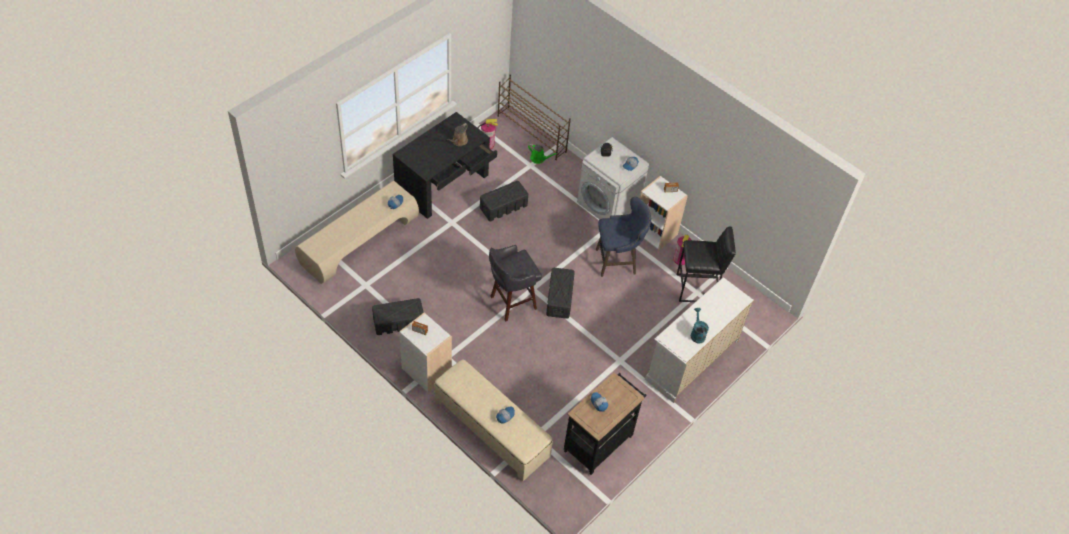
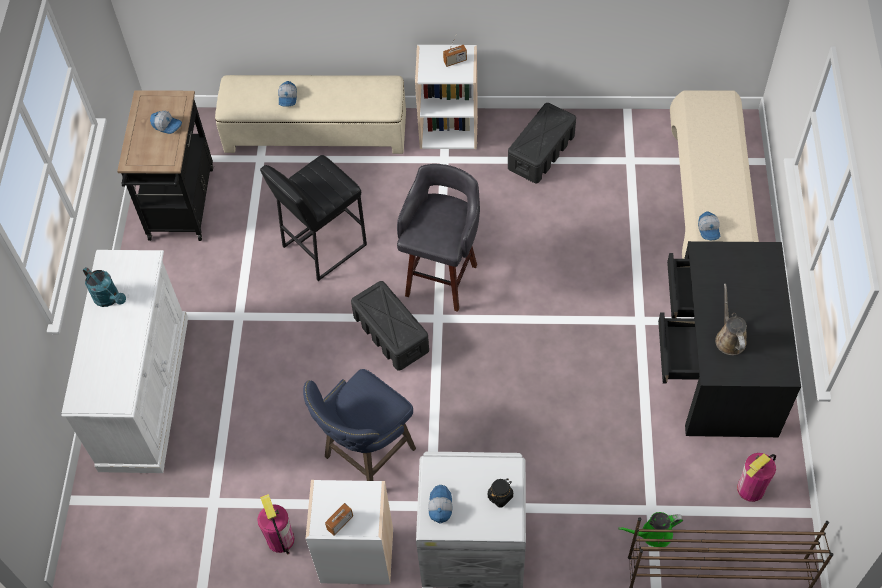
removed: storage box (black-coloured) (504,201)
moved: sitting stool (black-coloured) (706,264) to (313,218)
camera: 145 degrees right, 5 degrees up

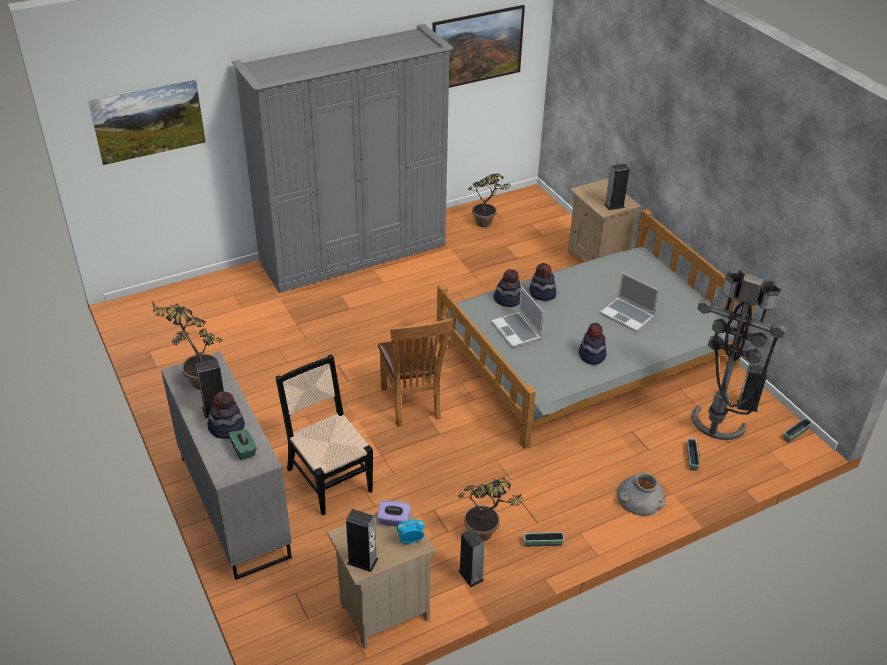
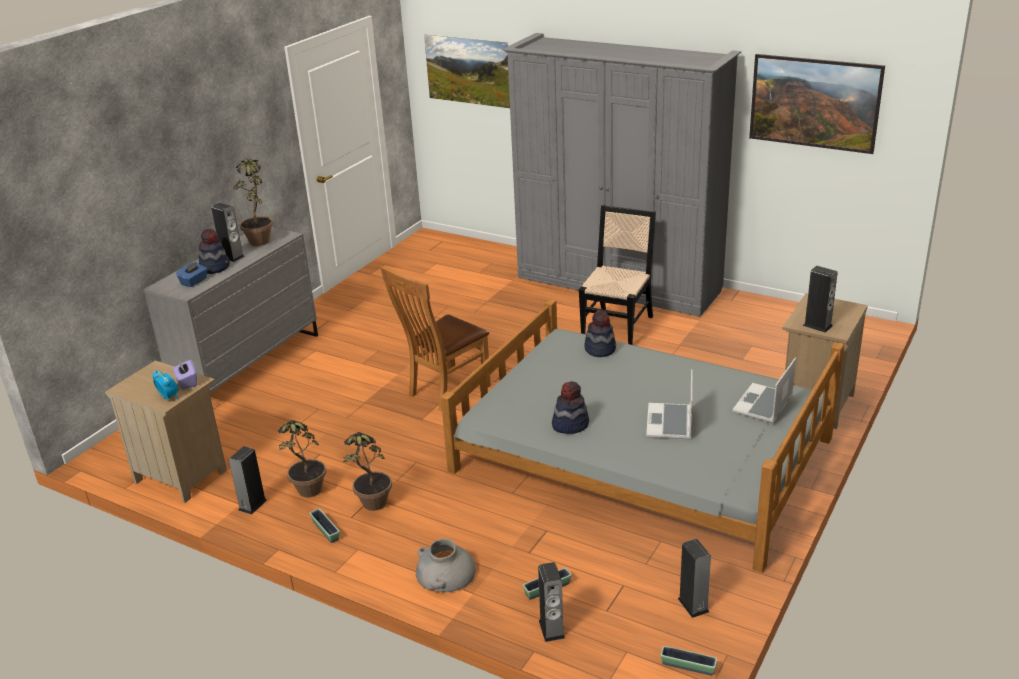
removed: wearable hat (542,282); floor lamp (gray) (738,355)
moved: houseplant (489,200) to (367,471); loudspeaker (362,540) to (551,602); chair (324,434) to (617,275); portable computer (517,317) to (764,390)
recoloured: box of tissues (green-coloured) (242,444) to box of tissues (blue) (192,274)
camera: 60 degrees right, 10 degrees down

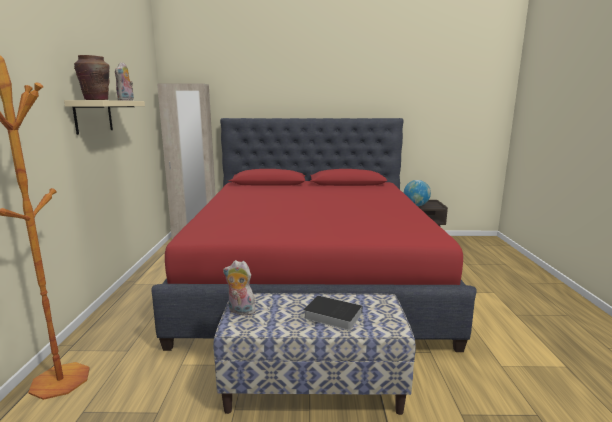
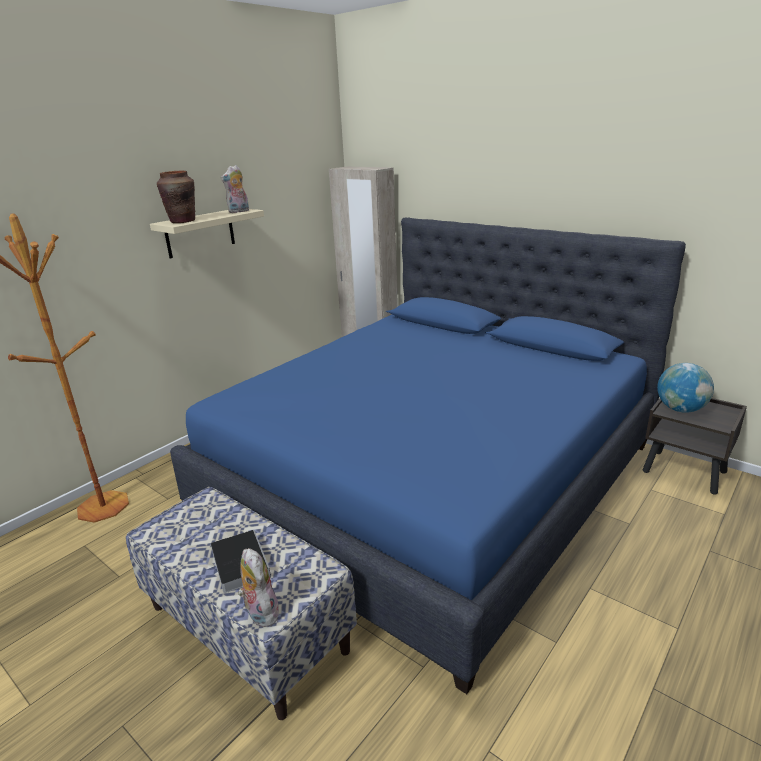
moved: plush toy (239,288) to (258,587)
recoloured: bedroom bed (reddish) (314,235) to bedroom bed (blue) (428,456)
camera: 40 degrees right, 10 degrees up

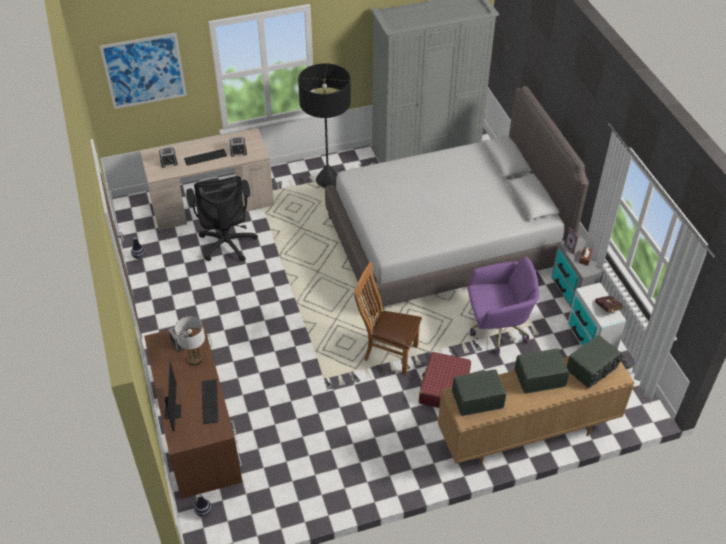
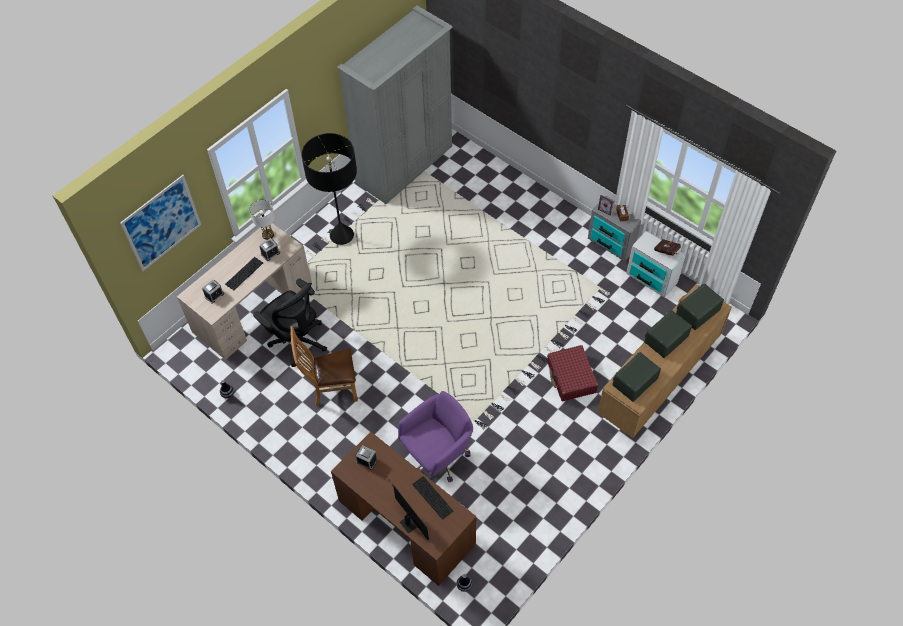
removed: bedroom bed (gray) (457,201)
moved: lamp for a table (189,341) to (262,219); chair (brownish) (388,318) to (324,366); computer chair (purple-coloured) (503,305) to (435,436)
turned: radio receiver (594,362) = (700,306) 150 degrees counterclockwise
camera: 30 degrees left, 10 degrees up

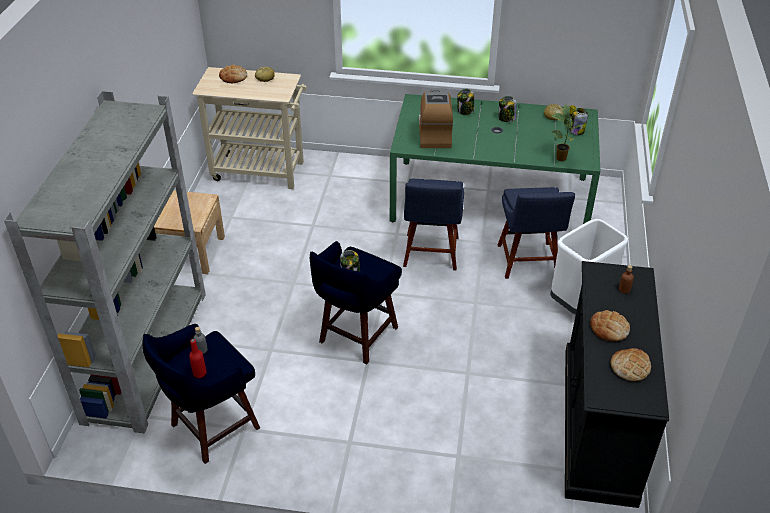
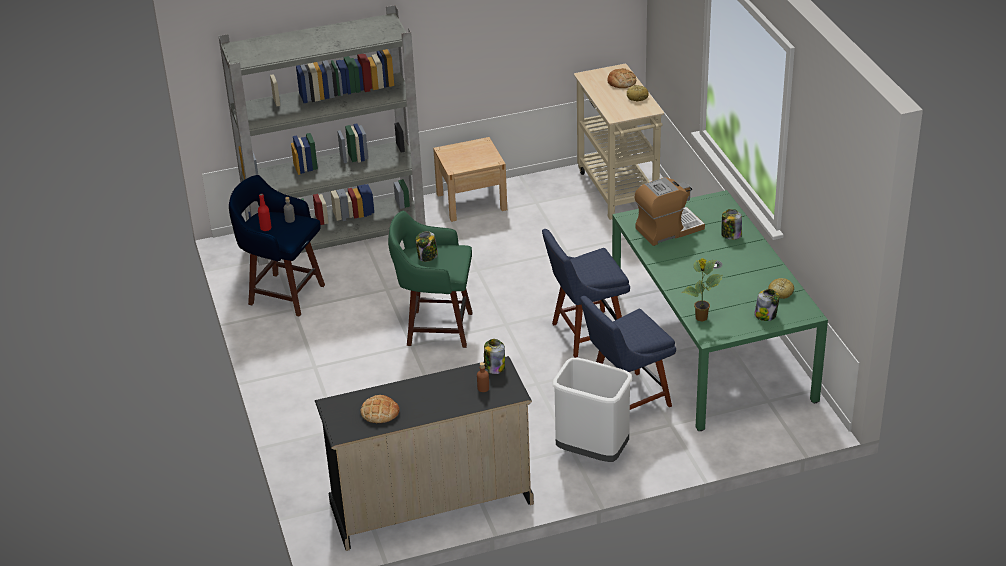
removed: bakery bread (610,325)
moved: preserve jar (508,109) to (494,356)
recoloured: sitting stool (blue) (356,303) to sitting stool (green-coloured) (430,279)
camera: 65 degrees right, 5 degrees down

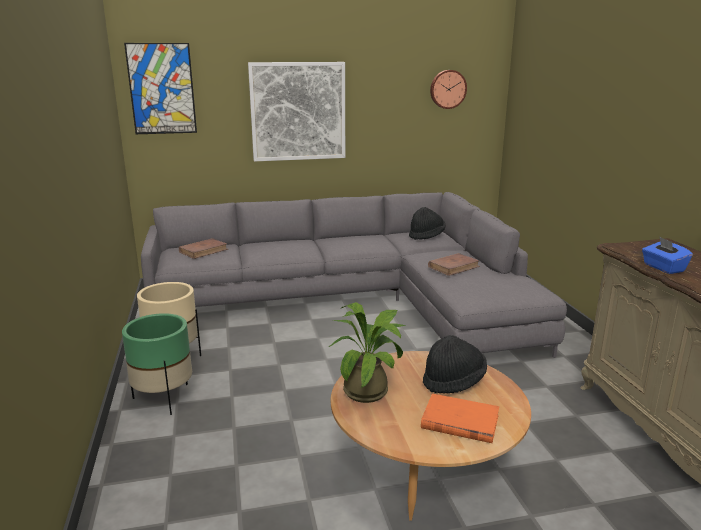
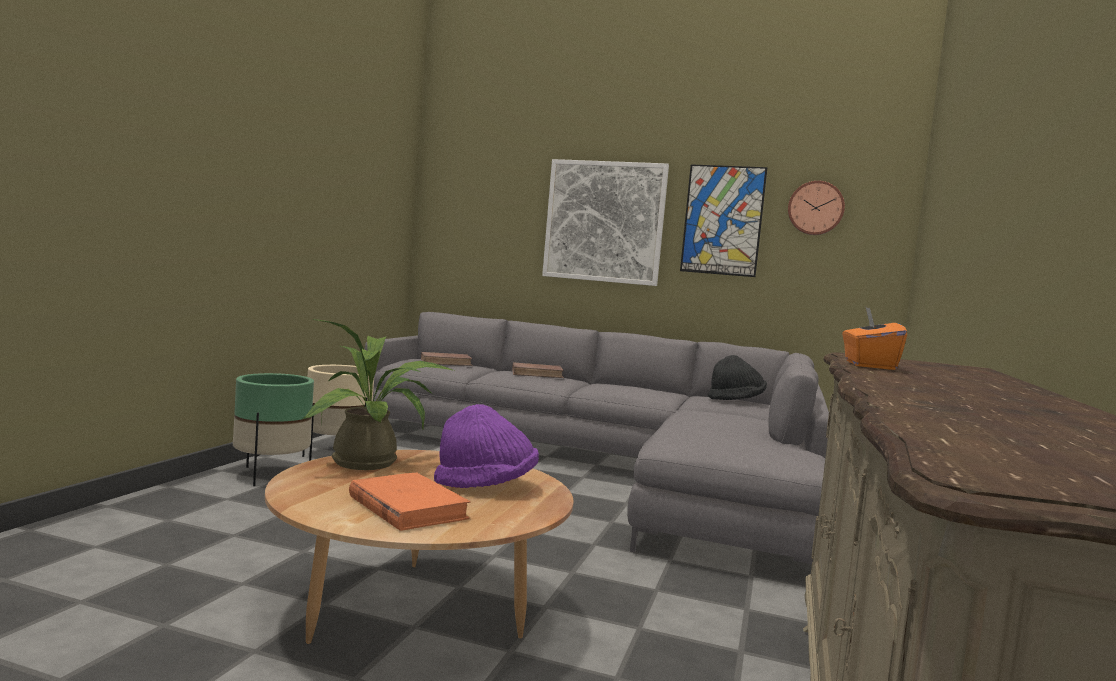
moved: bound book (brownish) (454,264) to (538,370); wall picture (160,88) to (723,220)
recoloured: wearable hat (black-coloured) (455,364) to wearable hat (purple-coloured) (486,446); box of tissues (blue) (667,255) to box of tissues (orange) (874,339)
camera: 30 degrees right, 15 degrees down

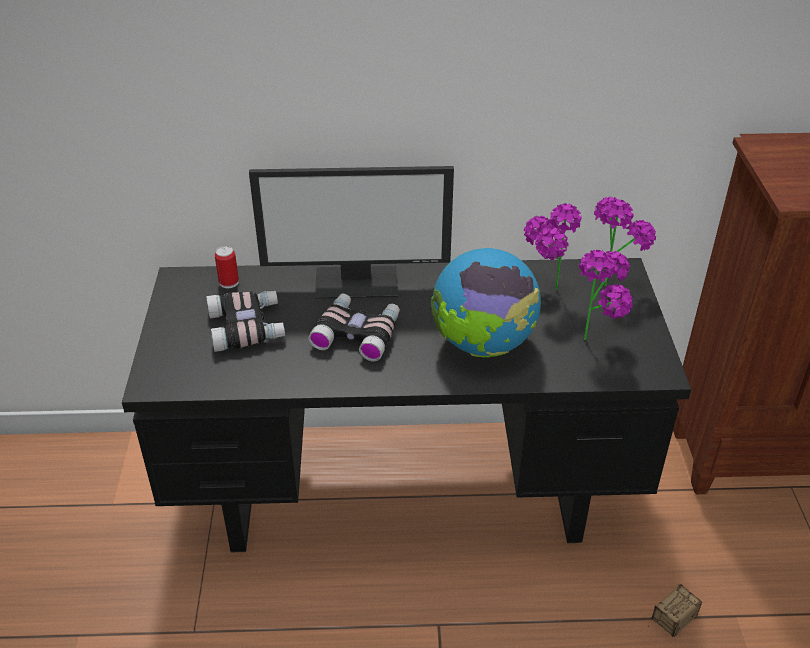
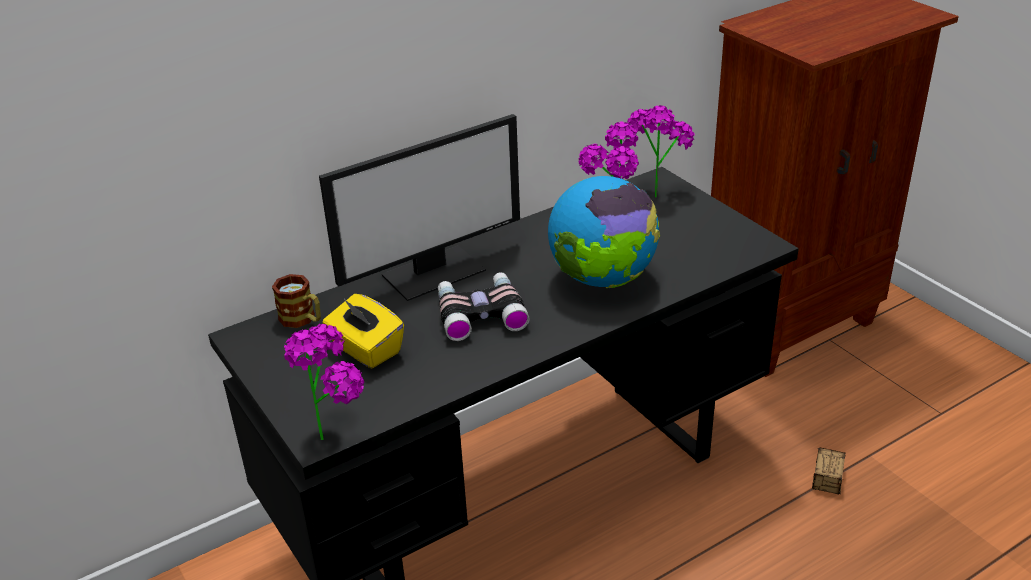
moved: houseplant (606,295) to (324,382)
replaced: sealed can (227,267) to coffee mug (296,301); field glasses (245,321) to box of tissues (yellowish) (363,331)
camera: 30 degrees left, 5 degrees down

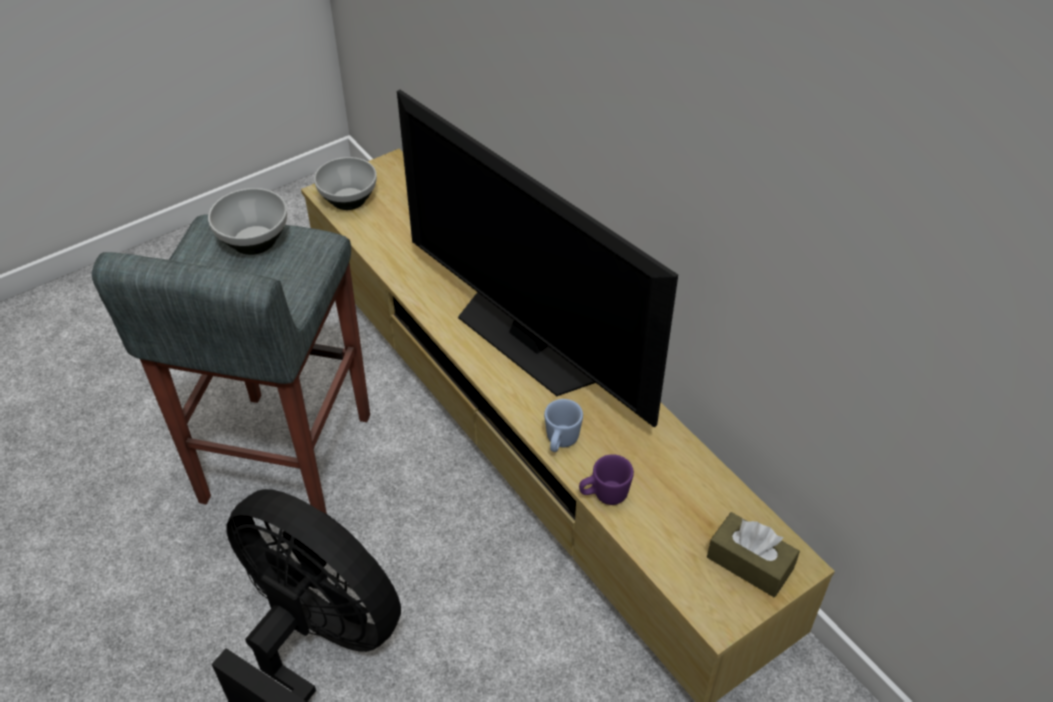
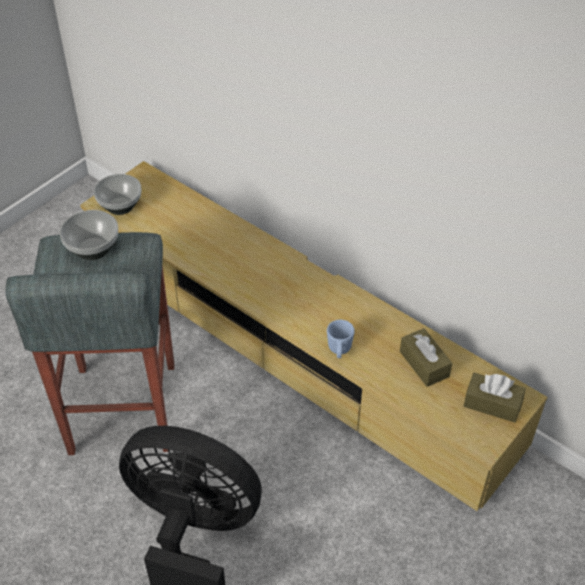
removed: TV (537,259); coffee mug (purple-coloured) (606,479)
added: box of tissues (brownish) (426,357)
camera: 15 degrees left, 0 degrees up

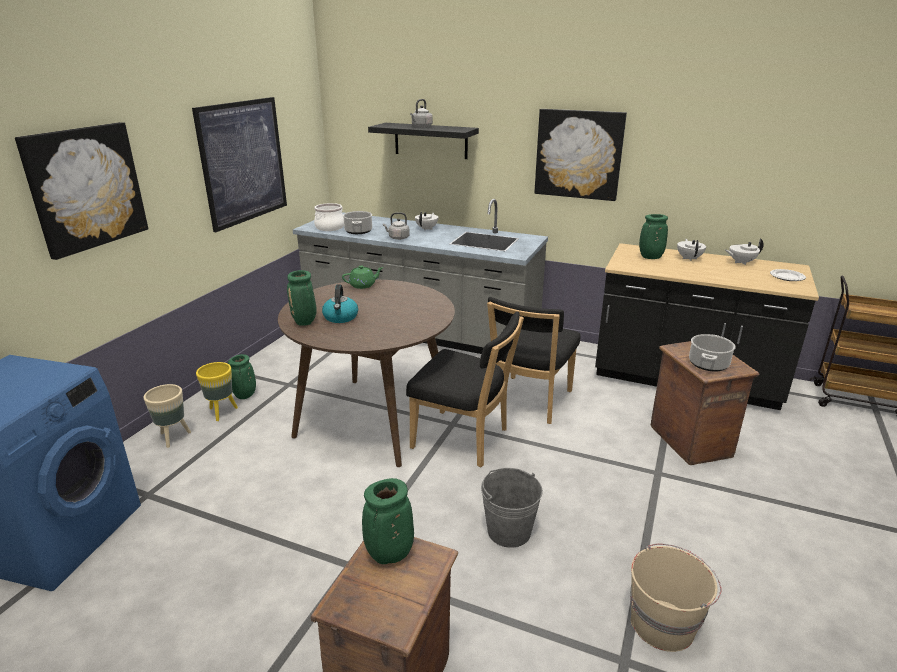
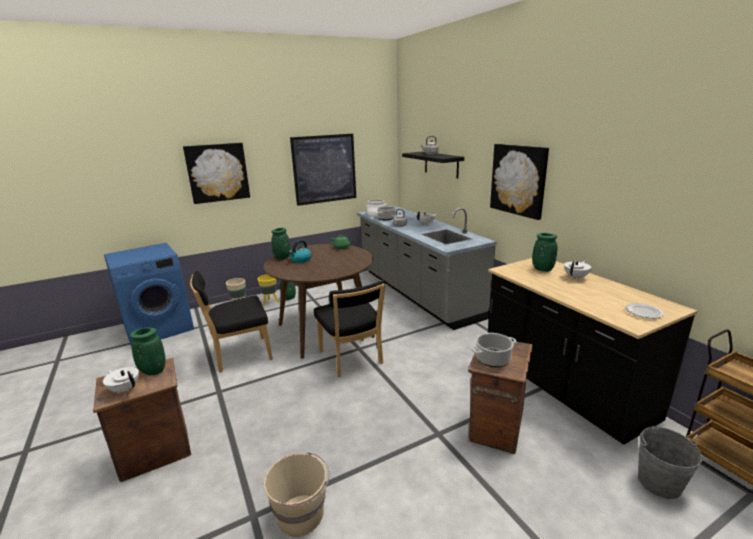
moved: teapot (white-coloured) (744,251) to (121,380); chair (black-coloured) (534,360) to (231,322); bucket (gray) (512,508) to (670,462)
camera: 40 degrees right, 5 degrees down

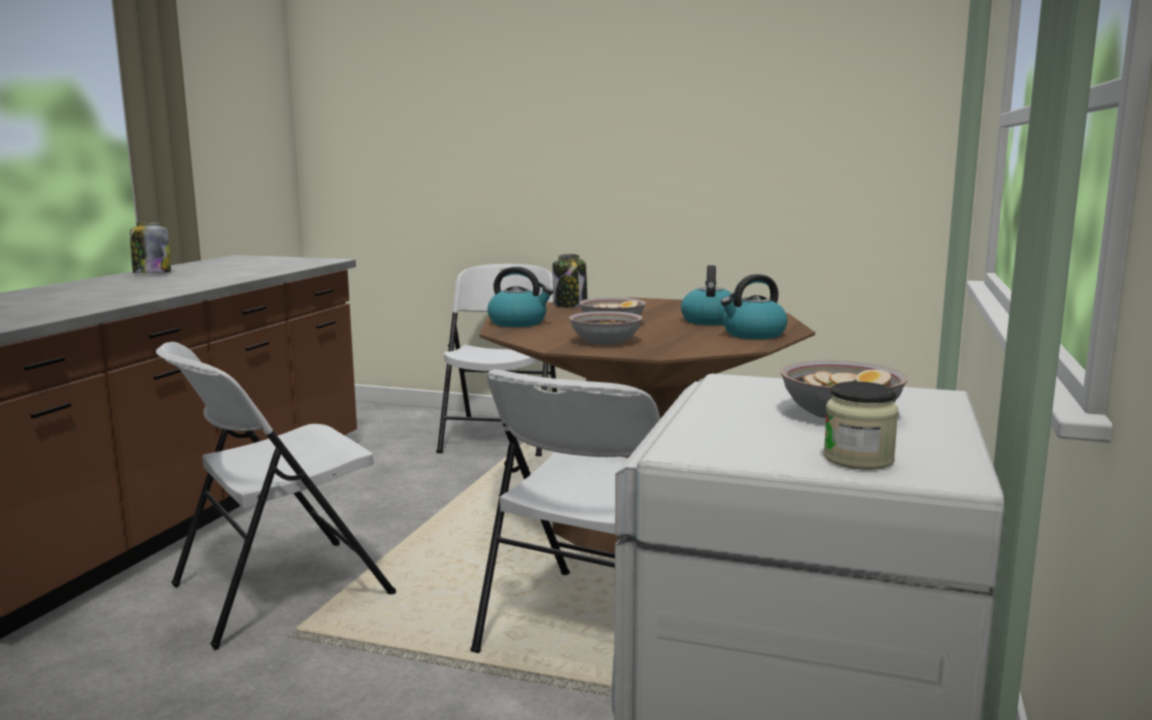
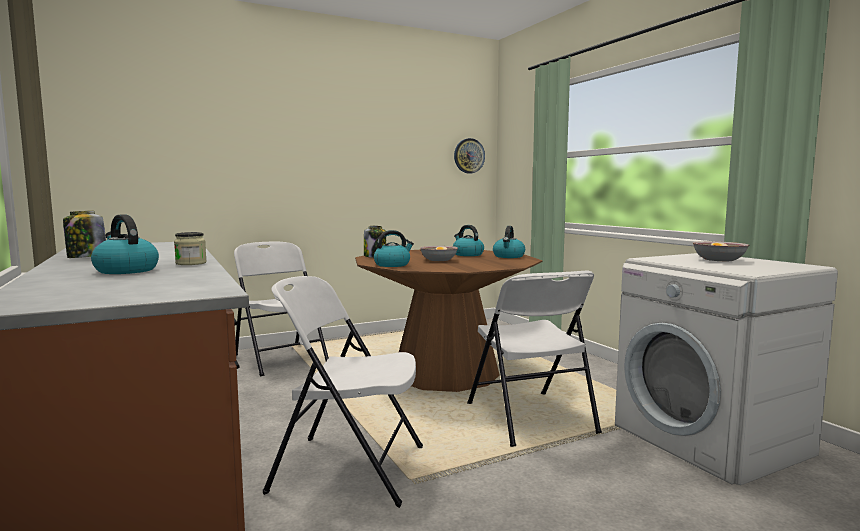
removed: serving bowl (606,328)
added: water kettle (125,244); hanging clock (469,155)
moved: preserve jar (860,425) to (190,248)
turned: chair (white-coloured) (276,496) = (343,392) 90 degrees clockwise
camera: 45 degrees left, 5 degrees down

